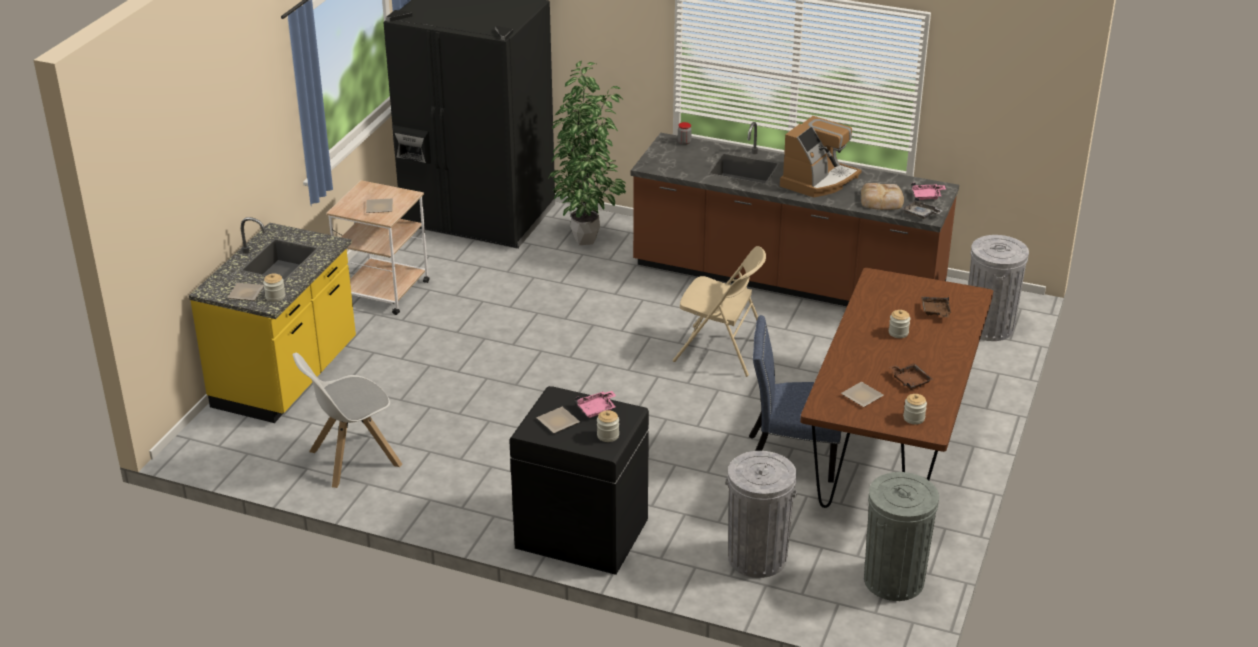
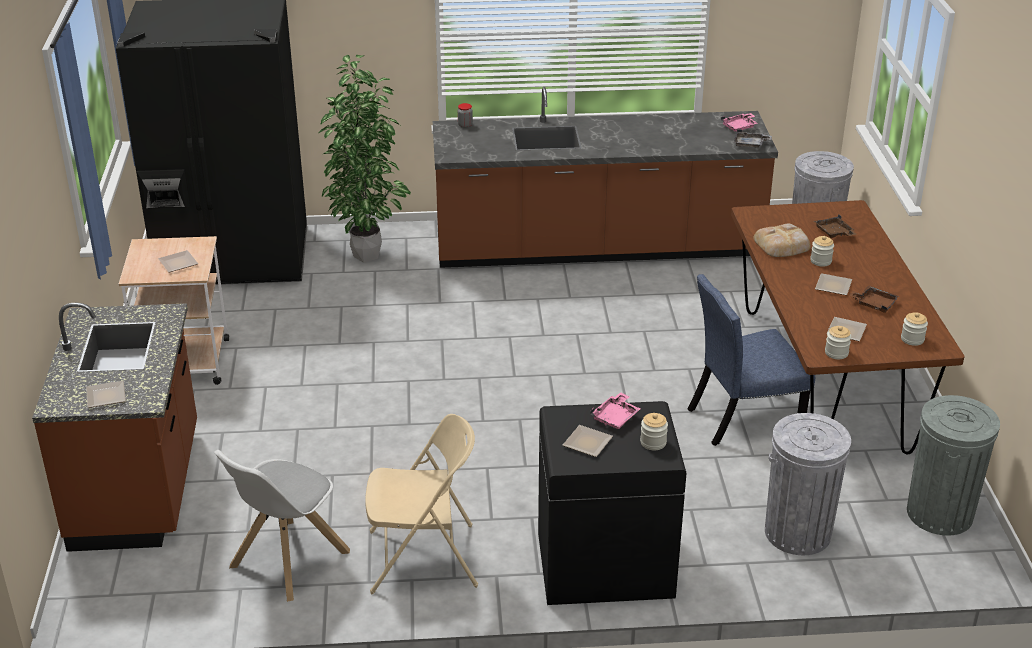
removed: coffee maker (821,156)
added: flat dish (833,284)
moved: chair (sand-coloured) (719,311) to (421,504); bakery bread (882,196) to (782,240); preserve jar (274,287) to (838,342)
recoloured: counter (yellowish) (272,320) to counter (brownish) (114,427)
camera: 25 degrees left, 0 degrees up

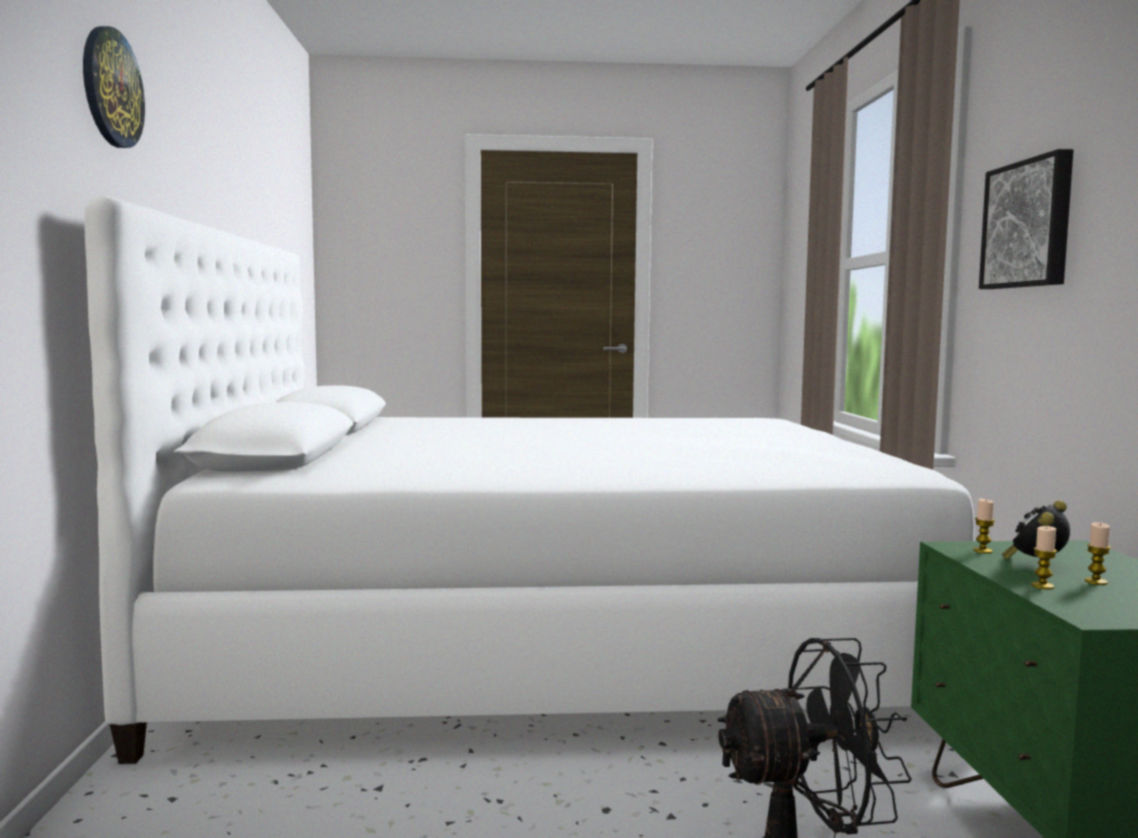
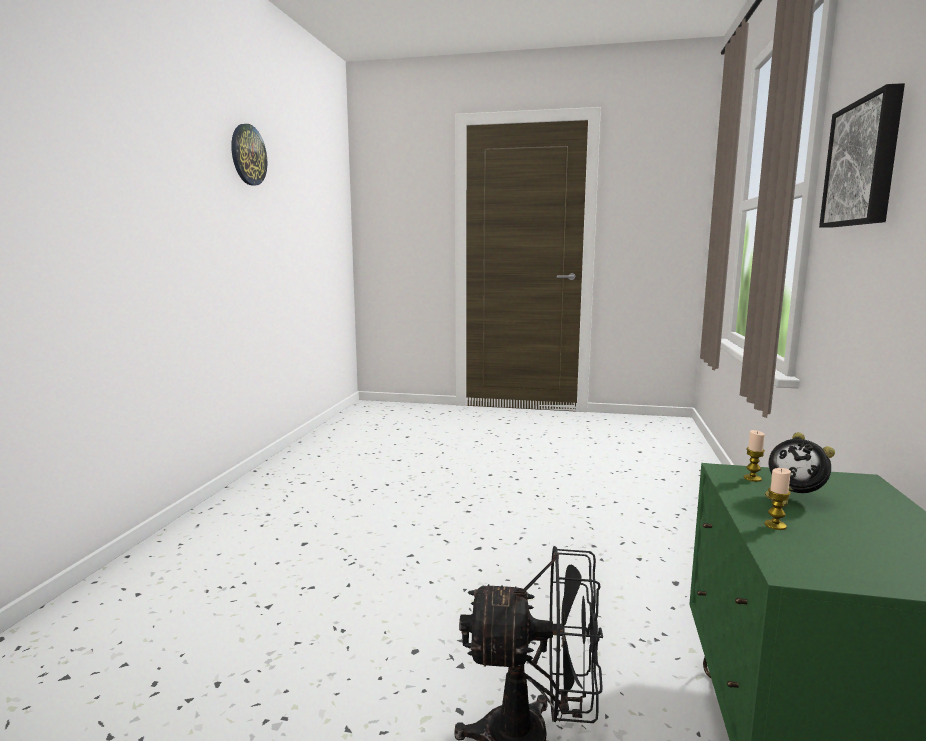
removed: bedroom bed (white-coloured) (529,479); candle (1097,553)
moved: hanging clock (114,87) to (249,155)
turned: bedside clock (1036,529) = (800,469) 105 degrees counterclockwise
camera: 15 degrees right, 5 degrees up

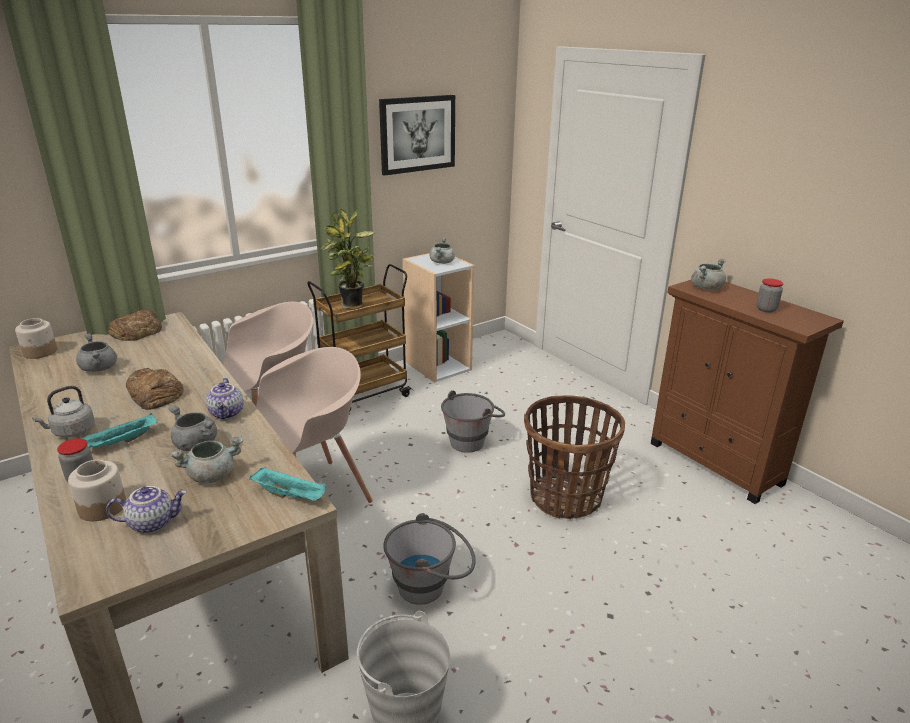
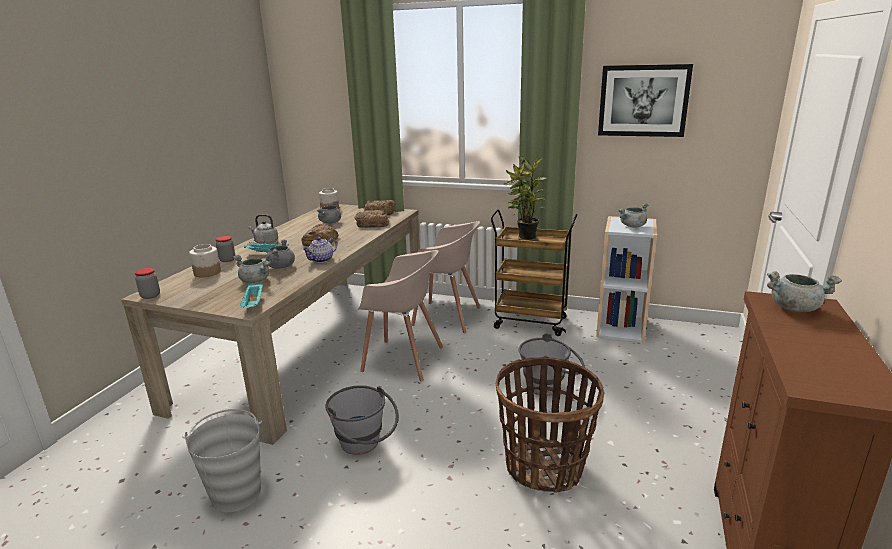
removed: teapot (146,510)
added: bakery bread (372,219)
moved: preserve jar (769,295) to (147,283)
camera: 55 degrees right, 5 degrees down

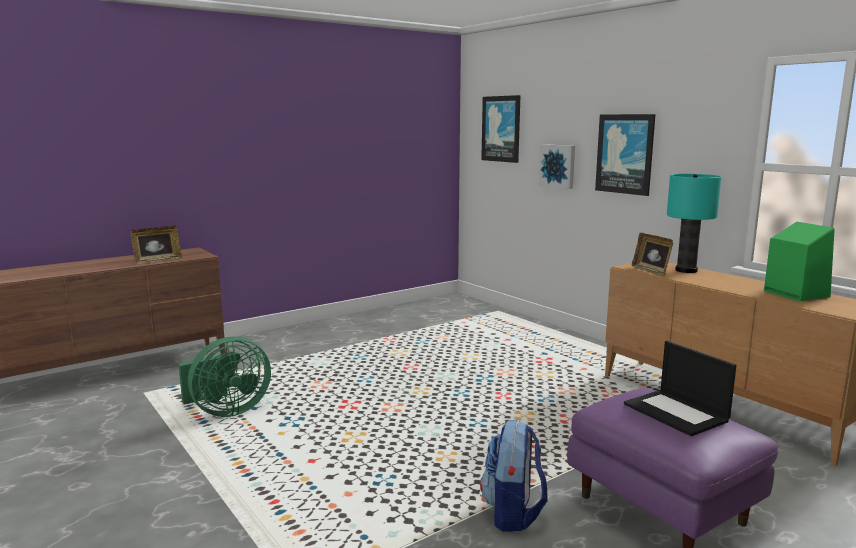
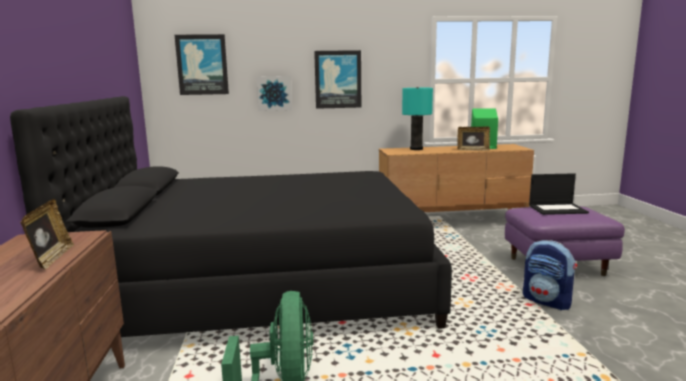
added: bedroom bed (black-coloured) (231,216)
moved: standing frame (652,254) to (473,139)
camera: 60 degrees left, 0 degrees up

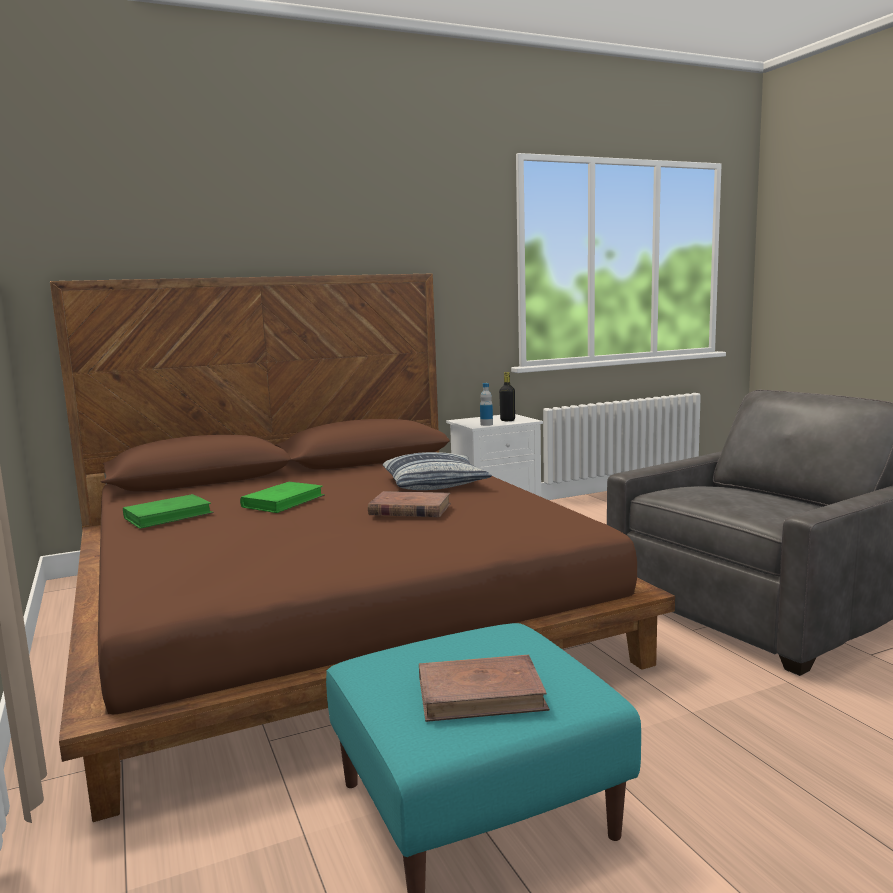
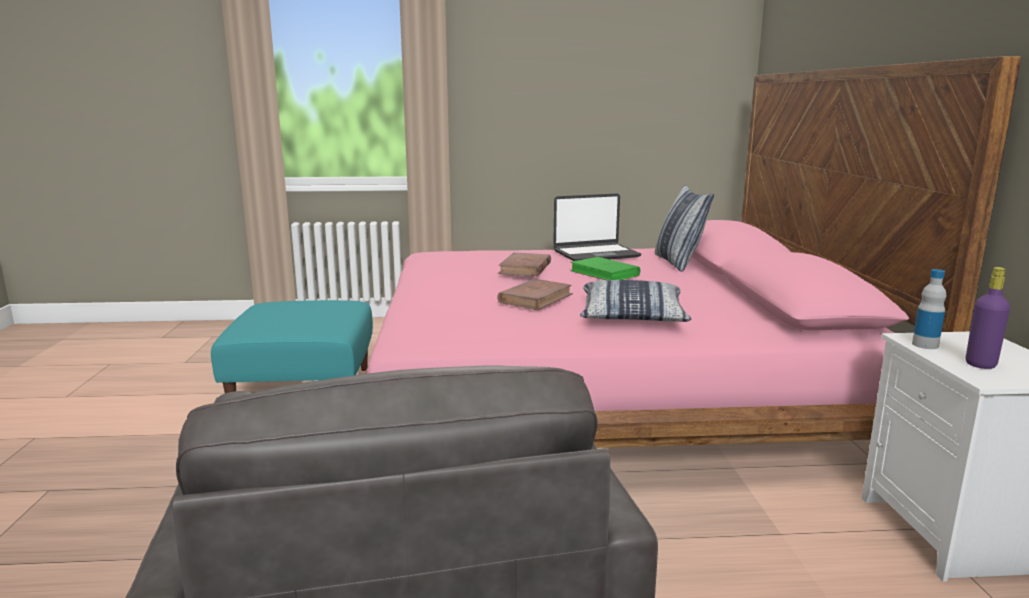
added: cushion (684,228)
moved: bound book (brownish) (484,688) to (524,264)
replaced: bound book (green-coloured) (168,511) to portable computer (597,227)
recoloured: bedroom bed (brownish) (362,548) to bedroom bed (pinkish) (693,252); drink bottle (black-coloured) (507,396) to drink bottle (purple-coloured) (988,318)
camera: 110 degrees right, 5 degrees up

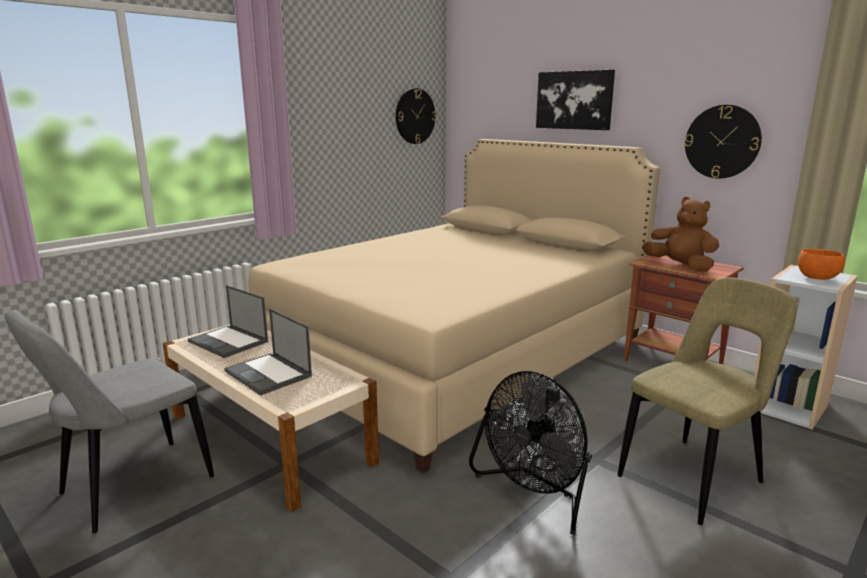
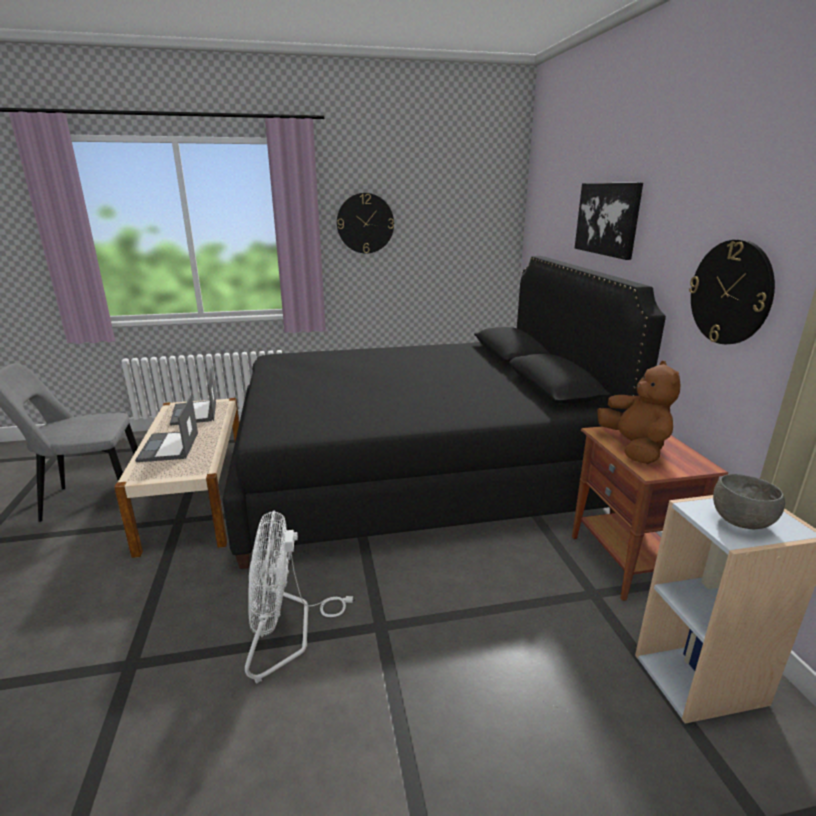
removed: chair (sand-coloured) (707,401)
moved: hanging clock (416,116) to (365,223)
recoloured: bedroom bed (sand-coloured) (454,306) to bedroom bed (black-coloured) (444,412); cooling fan (black-coloured) (530,453) to cooling fan (white-coloured) (299,597); serving bowl (orange) (821,264) to serving bowl (gray) (749,501)
camera: 35 degrees right, 5 degrees up

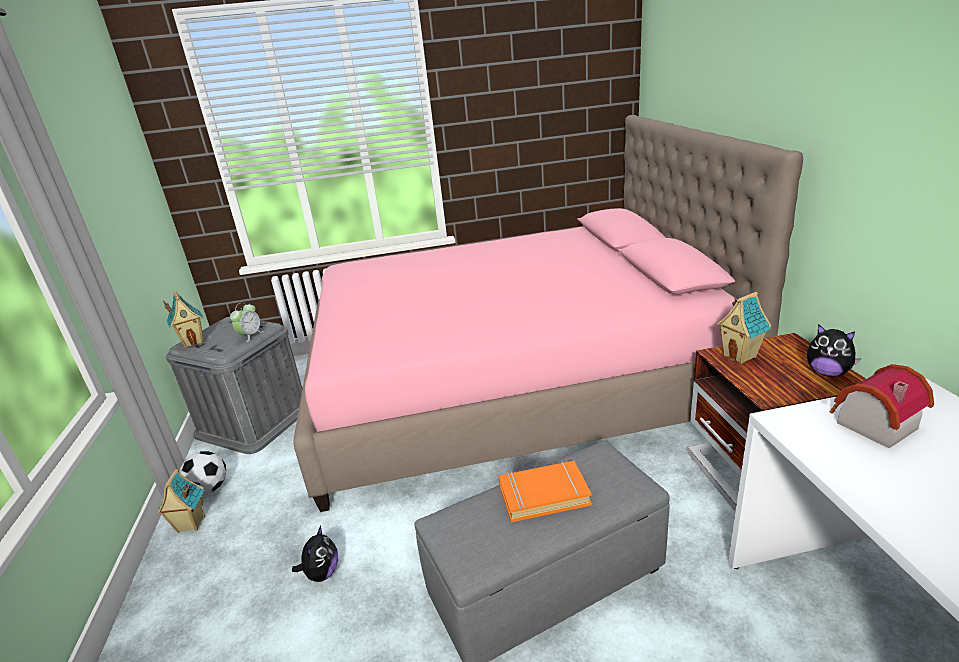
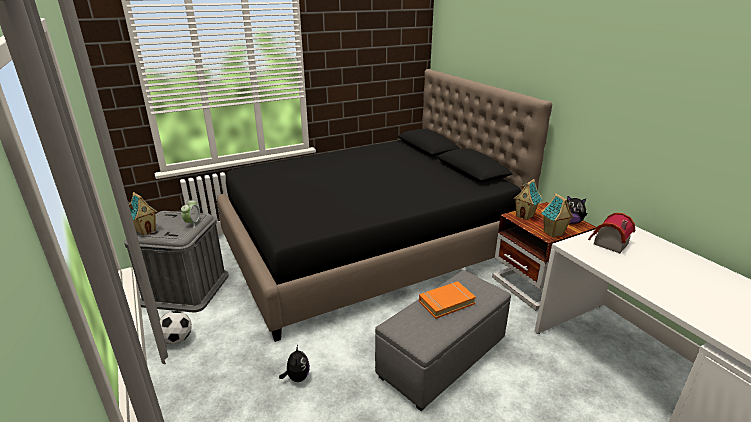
moved: toy house (181,501) to (557,215)
recoloured: bedroom bed (pinkish) (548,313) to bedroom bed (black-coloured) (384,205)
camera: 20 degrees left, 0 degrees up

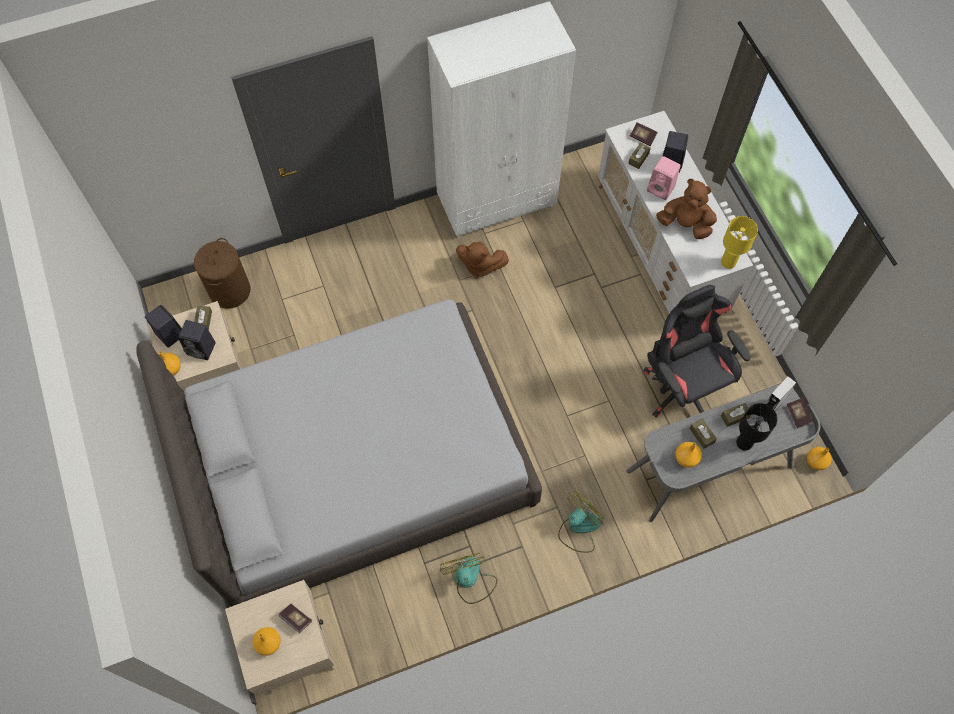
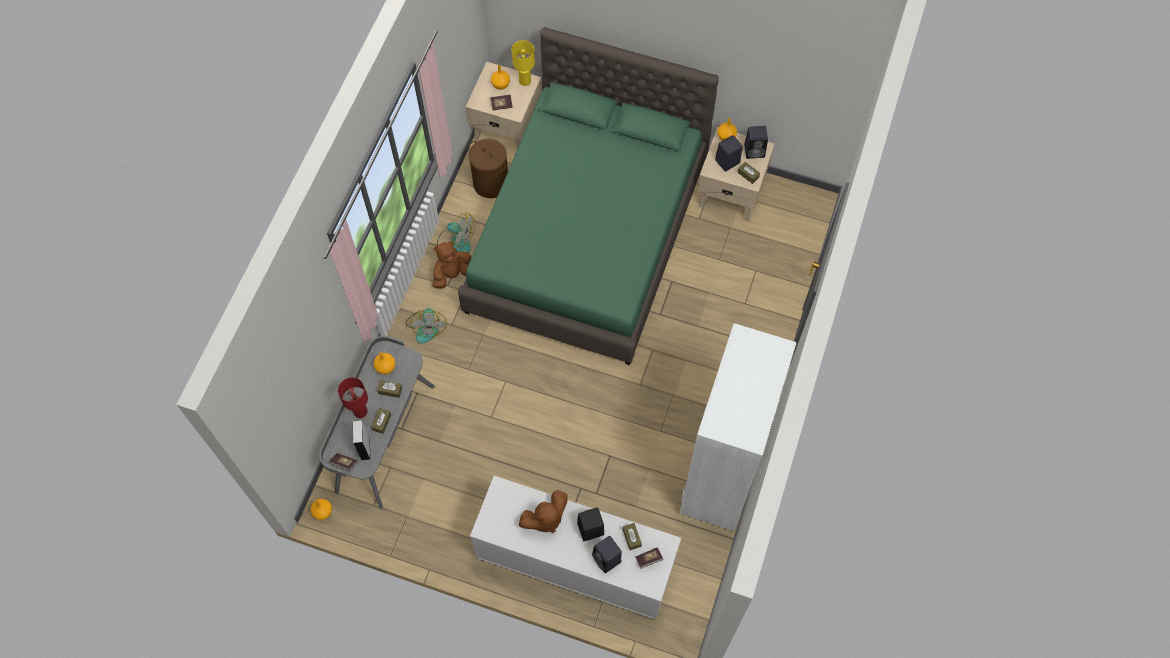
removed: computer chair (black-coloured) (697,351)
moved: plush toy (brownish) (482,260) to (451,264); laundry basket (brownish) (222,273) to (488,168); lamp for a table (yellowish) (739,242) to (523,63)
recoloured: lamp for a table (black-coloured) (756,427) to lamp for a table (reddish) (353,397); bedroom bed (gray) (339,453) to bedroom bed (green-coloured) (588,196); loudspeaker (pinkish) (664,178) to loudspeaker (black-coloured) (590,524)
camera: 130 degrees right, 0 degrees up

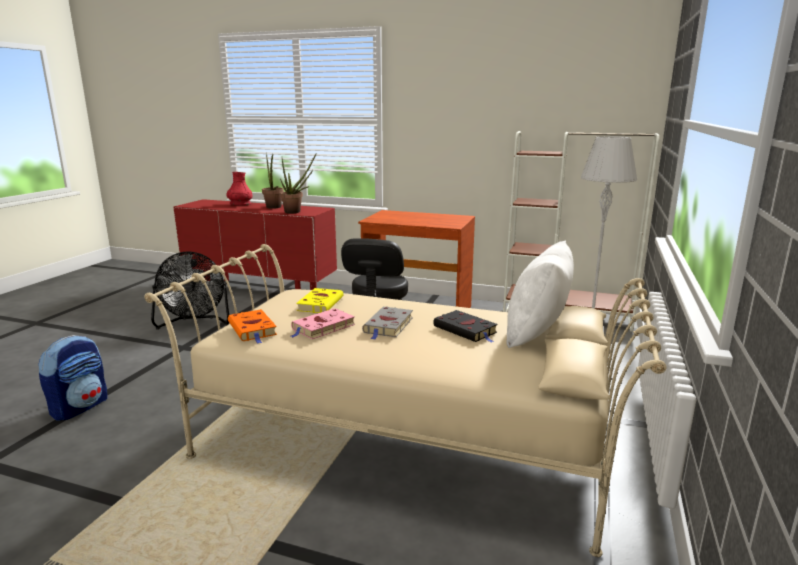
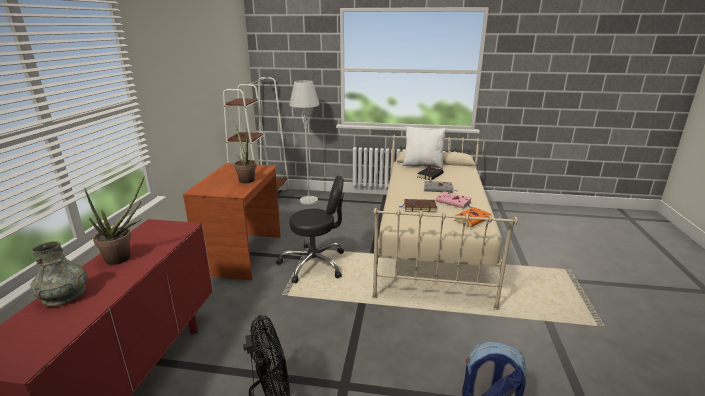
moved: houseplant (298,184) to (244,152)
recoloured: decorative vase (reddish) (239,188) to decorative vase (gray) (59,273); bound book (yellowish) (319,300) to bound book (brownish) (418,205)
camera: 100 degrees left, 5 degrees up

